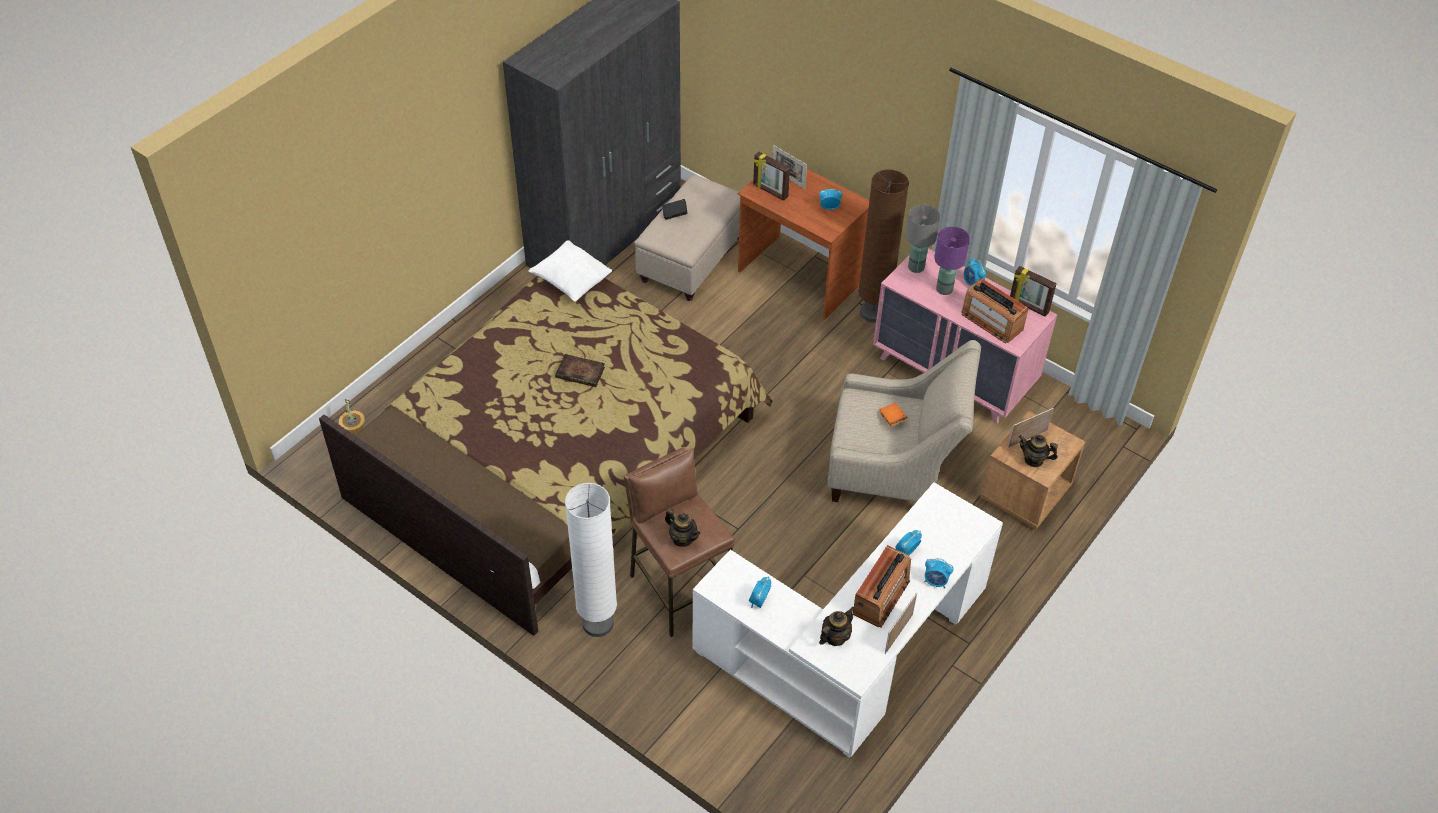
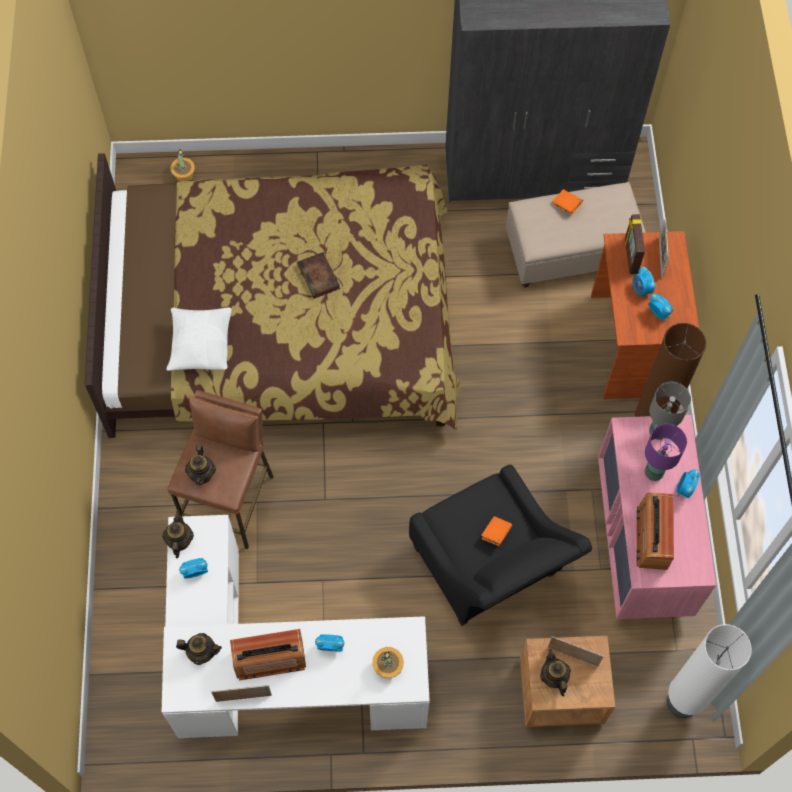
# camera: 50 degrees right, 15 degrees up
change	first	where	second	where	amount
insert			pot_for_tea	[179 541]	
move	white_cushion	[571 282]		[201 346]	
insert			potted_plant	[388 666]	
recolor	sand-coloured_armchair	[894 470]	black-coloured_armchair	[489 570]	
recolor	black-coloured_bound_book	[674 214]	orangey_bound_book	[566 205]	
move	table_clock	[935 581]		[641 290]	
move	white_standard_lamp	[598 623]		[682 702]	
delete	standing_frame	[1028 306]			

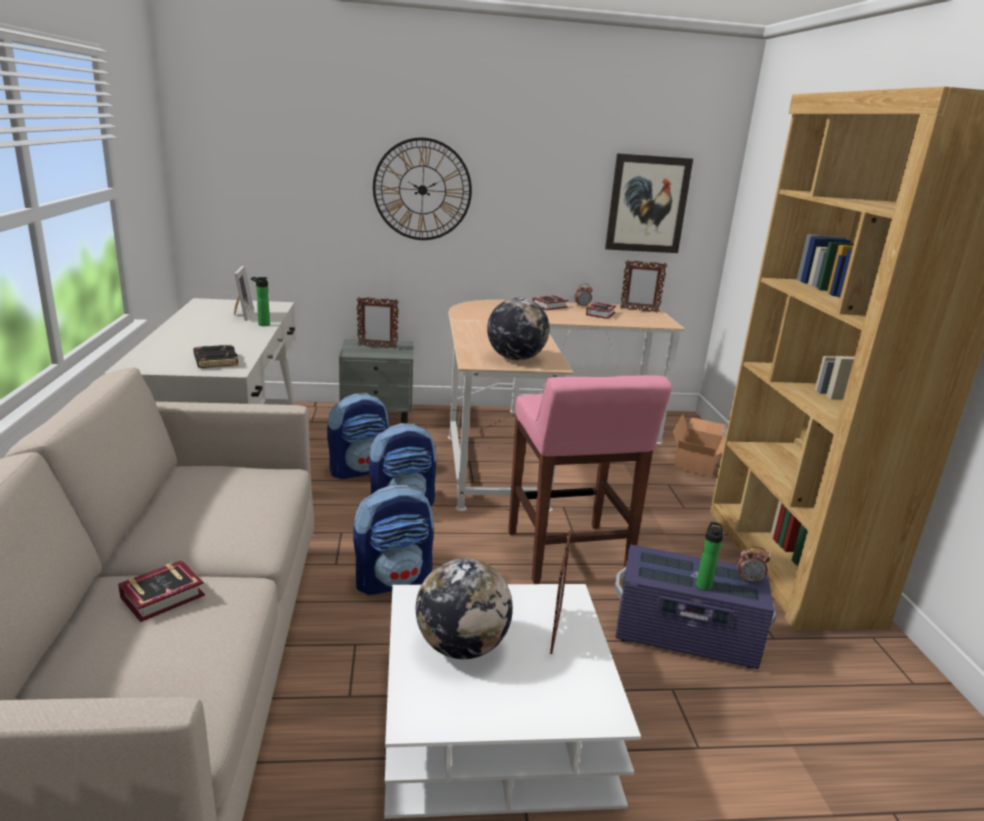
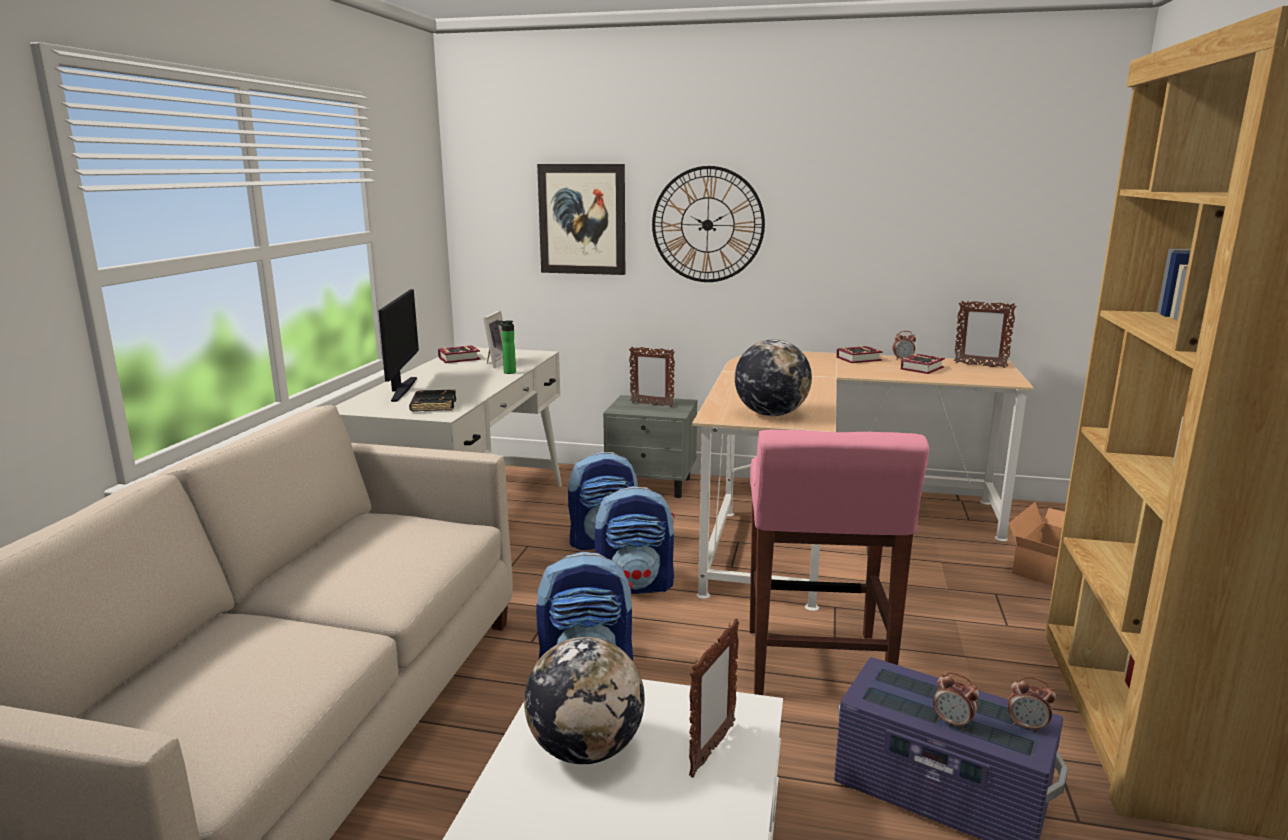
# camera: 20 degrees right, 5 degrees down
change	first	where	second	where	amount
insert			computer_display	[401 389]	
move	bound_book	[166 596]		[461 358]	
move	wall_picture	[647 204]		[582 219]	
replace	bottle	[703 584]	table_clock	[953 722]	

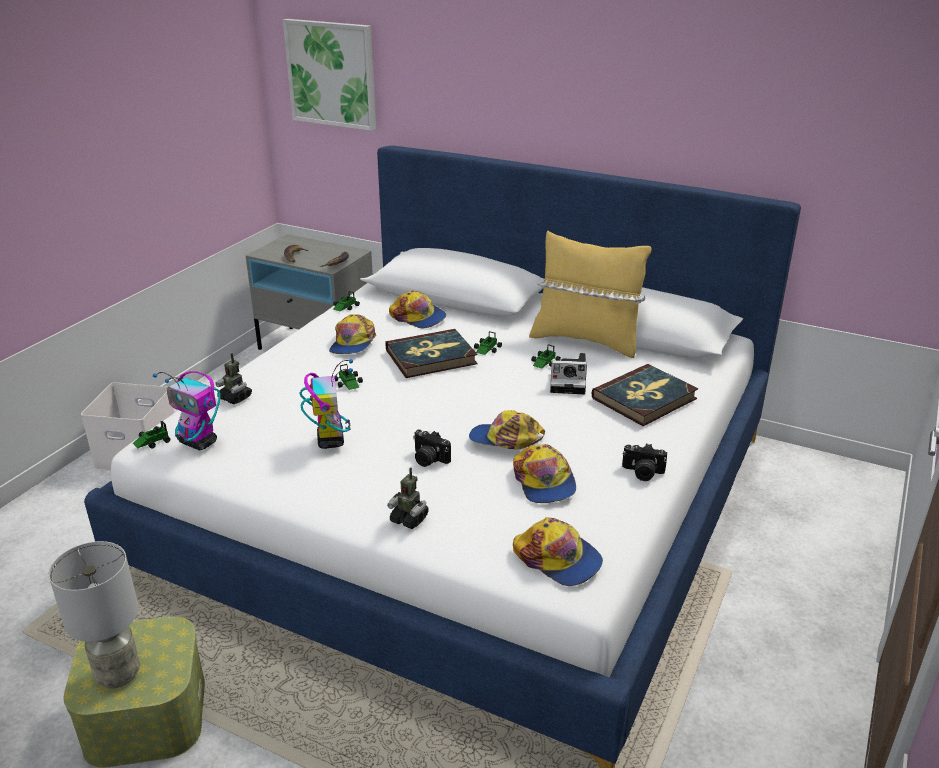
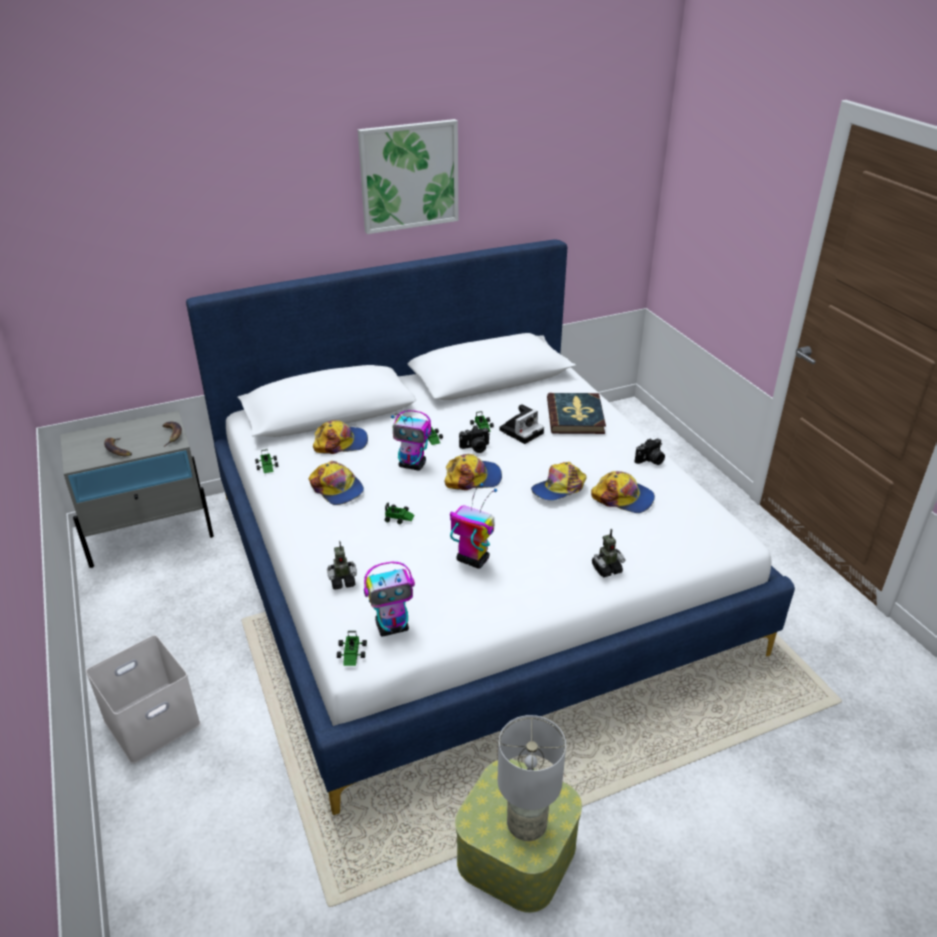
# camera: 50 degrees left, 5 degrees up
change	first	where	second	where	amount
move	wall_picture	[331 74]		[409 176]	
replace	bound_book	[431 357]	robot_figure	[413 465]	
move	baseball_cap	[558 559]		[473 478]	
move	still_camera	[428 459]		[475 448]	
delete	yellow_cushion	[586 340]			

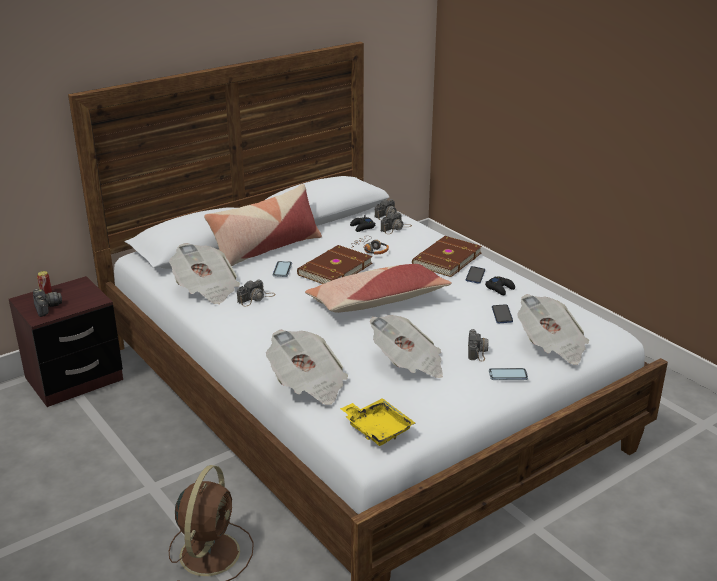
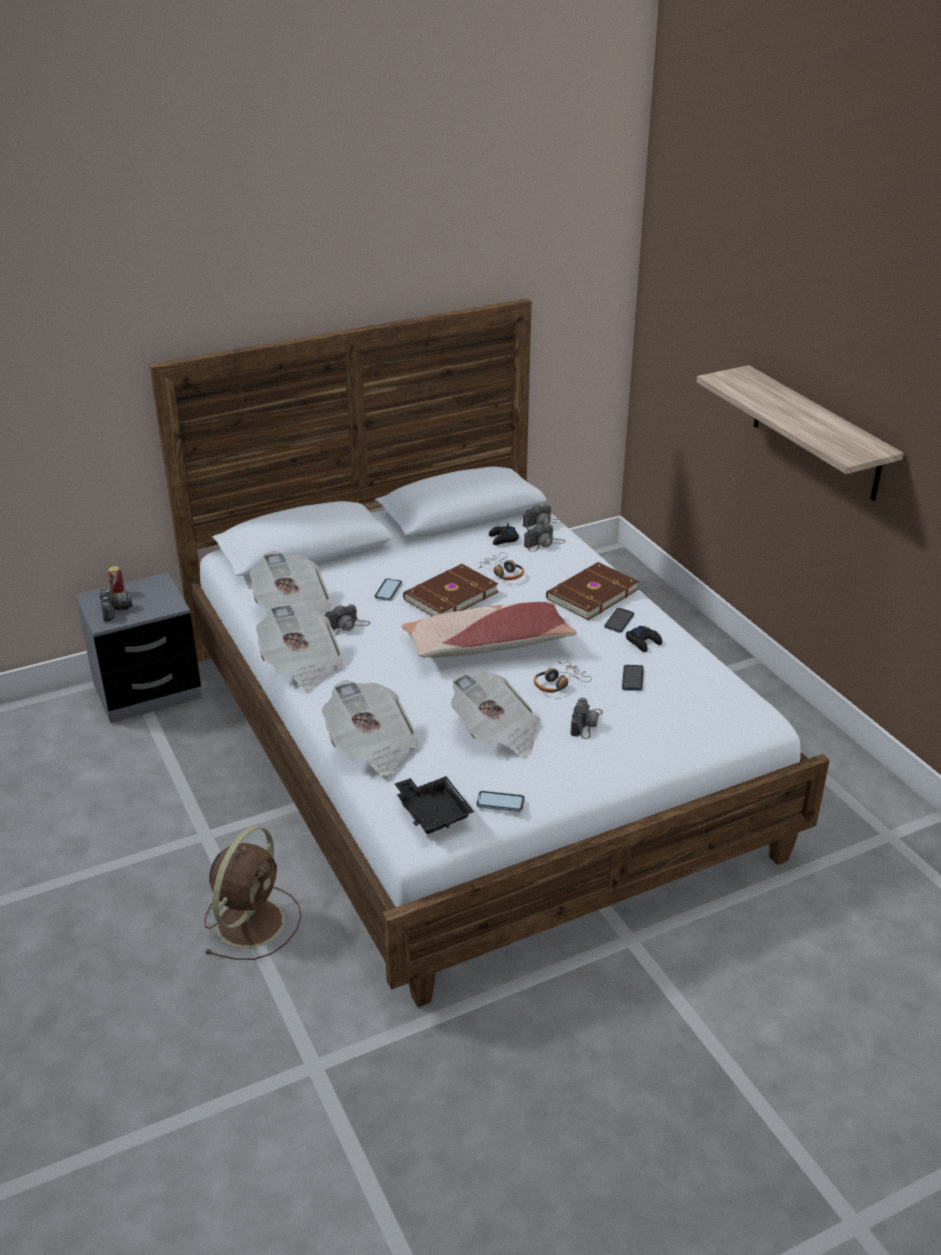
# camera: 10 degrees right, 5 degrees up
change	first	where	second	where	amount
recolor	brown-coloured_night_table	[74 379]	grey_night_table	[147 691]	
move	newspaper	[551 346]		[301 665]	
recolor	yellow_serving_tray	[377 429]	black-coloured_serving_tray	[433 812]	
move	telephone	[508 375]		[500 803]	
insert			pair_of_headphones	[559 683]	
insert			wall_shelf	[816 433]	
delete	cushion	[266 249]			

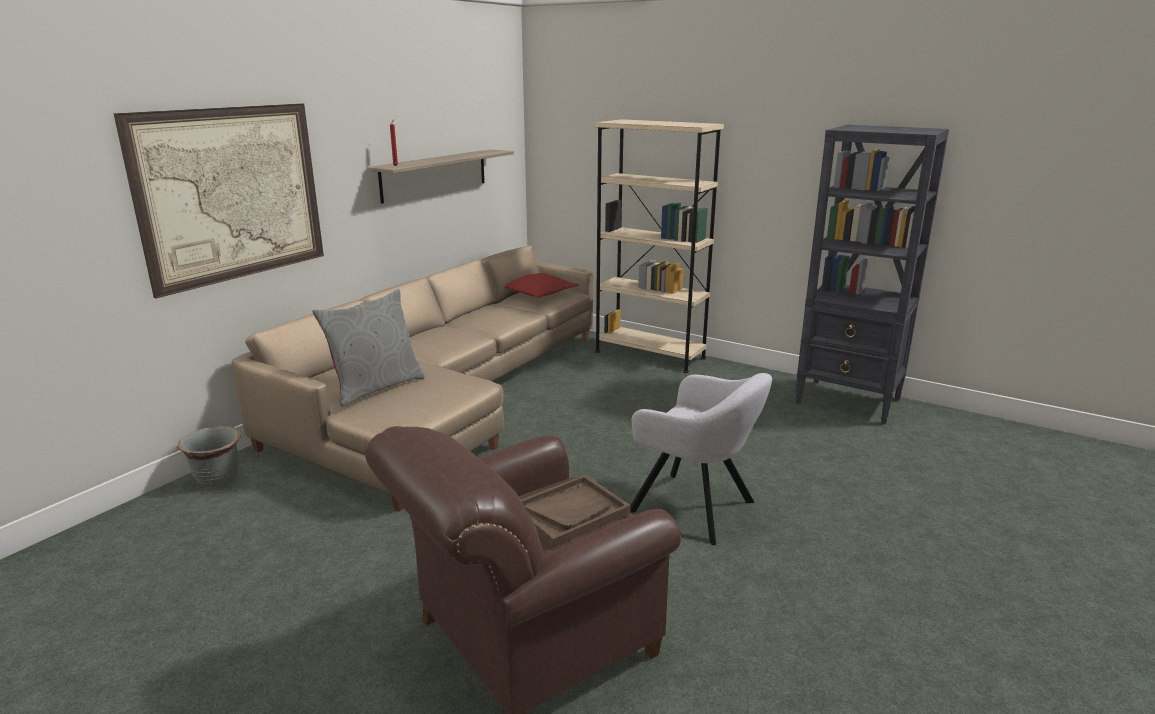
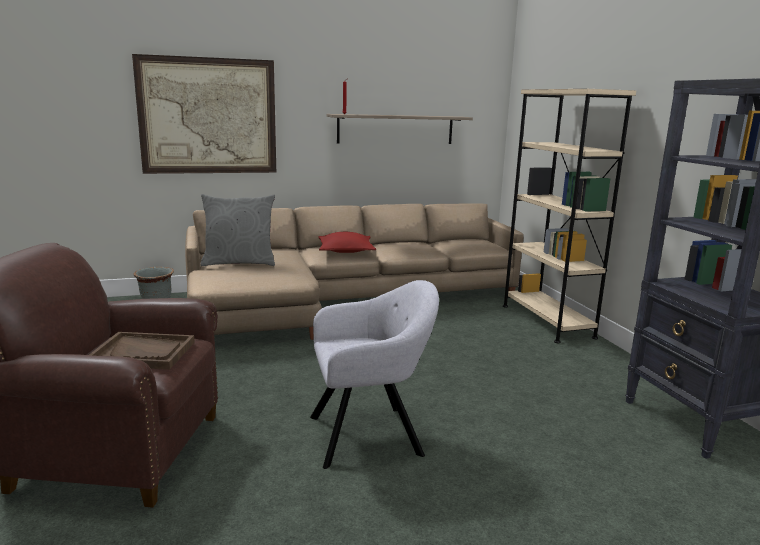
# camera: 40 degrees right, 5 degrees down
change	first	where	second	where	amount
rotate	grey_armchair	[696 508]		[370 434]	90 degrees counterclockwise
move	red-coloured_cushion	[539 294]		[346 251]	

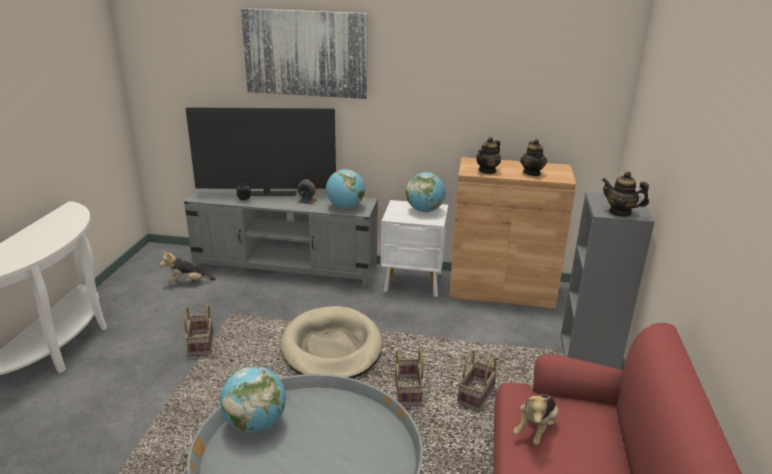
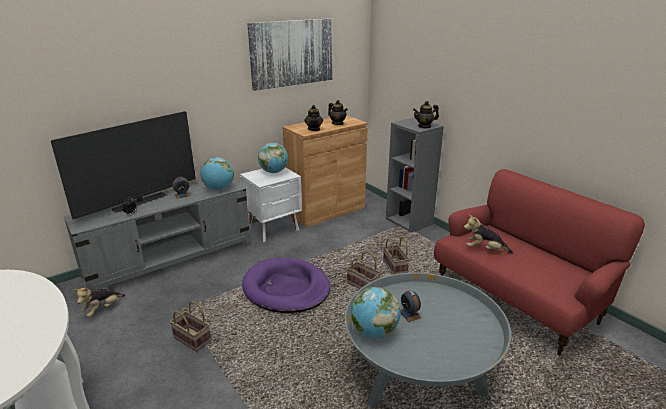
# camera: 45 degrees left, 0 degrees up
change	first	where	second	where	amount
recolor	sand-coloured_pet_bed	[332 348]	purplish_pet_bed	[286 288]	
move	wall_picture	[305 53]		[292 53]	
insert			table_clock	[409 314]	
rotate	plush_toy	[536 429]		[484 250]	120 degrees clockwise

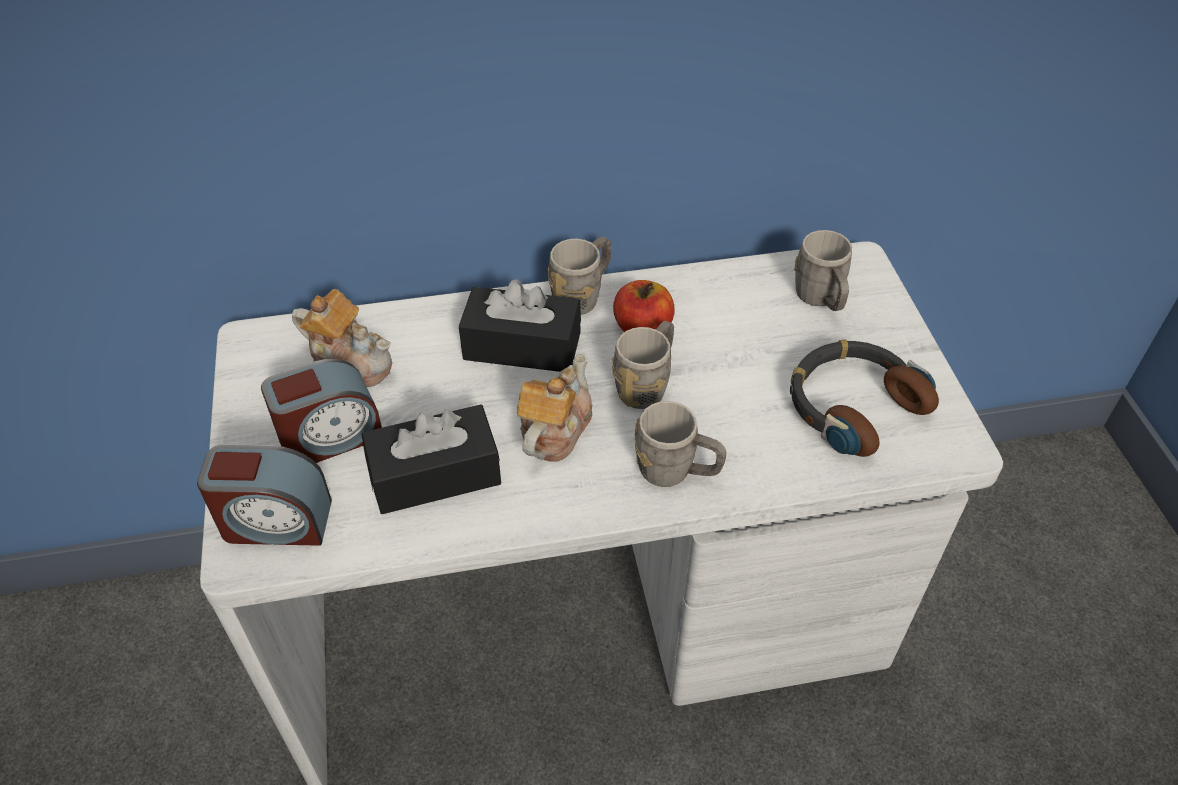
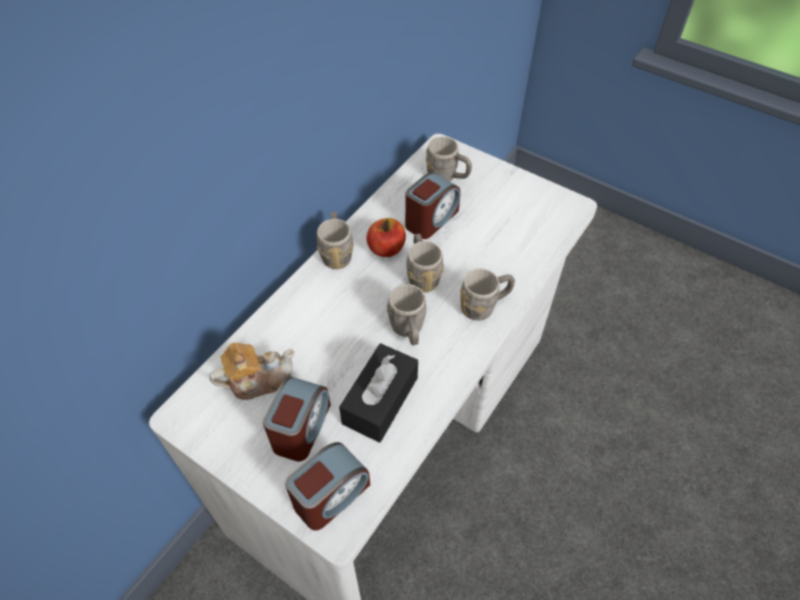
# camera: 45 degrees left, 5 degrees up
change	first	where	second	where	amount
replace	pot_for_tea	[554 430]	grey_coffee_mug	[408 331]	
insert			table_clock	[431 219]	
delete	black-coloured_tissue_holder	[522 346]			
delete	pair_of_headphones	[852 405]			

